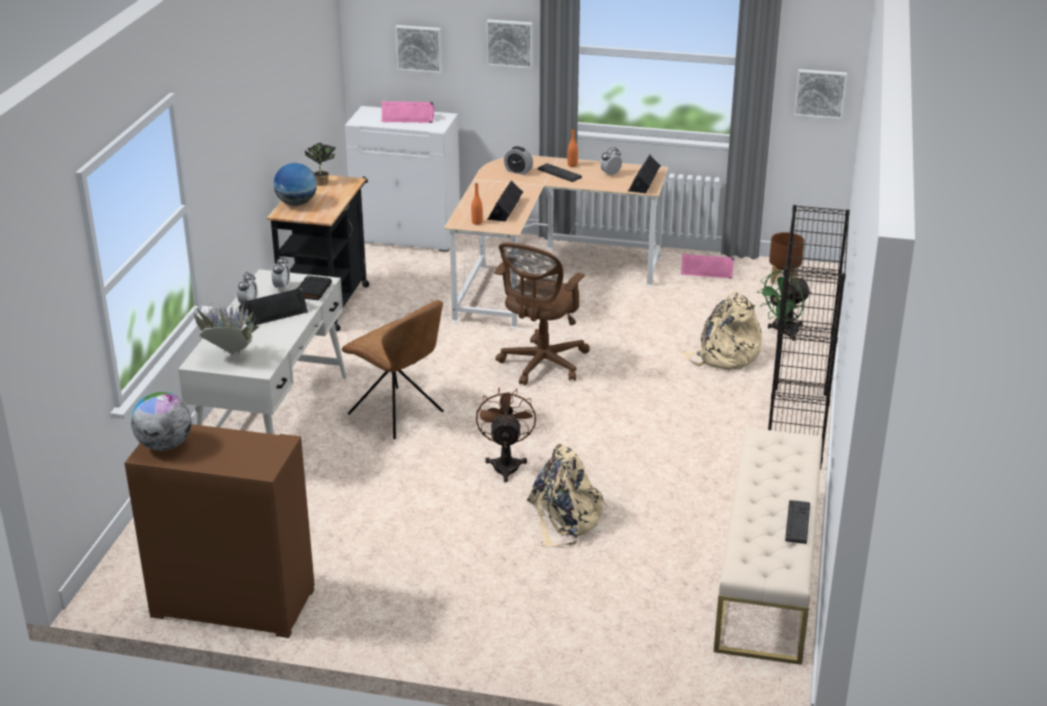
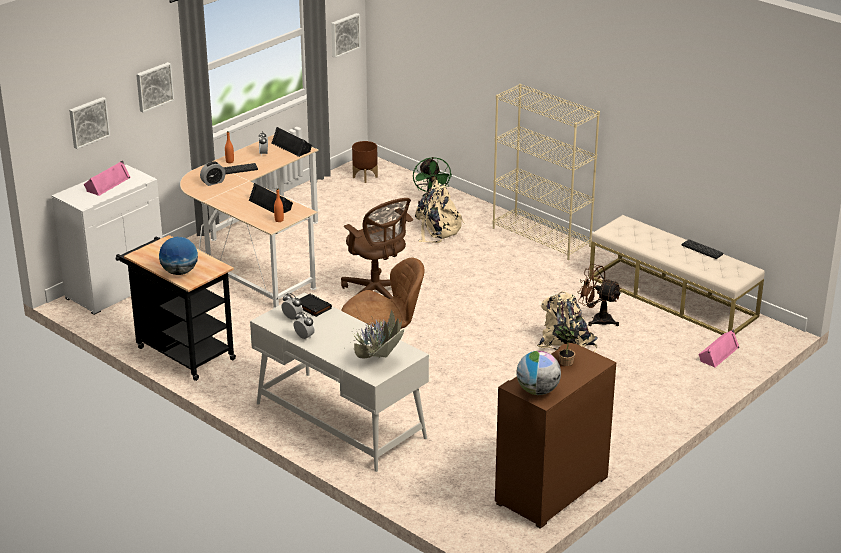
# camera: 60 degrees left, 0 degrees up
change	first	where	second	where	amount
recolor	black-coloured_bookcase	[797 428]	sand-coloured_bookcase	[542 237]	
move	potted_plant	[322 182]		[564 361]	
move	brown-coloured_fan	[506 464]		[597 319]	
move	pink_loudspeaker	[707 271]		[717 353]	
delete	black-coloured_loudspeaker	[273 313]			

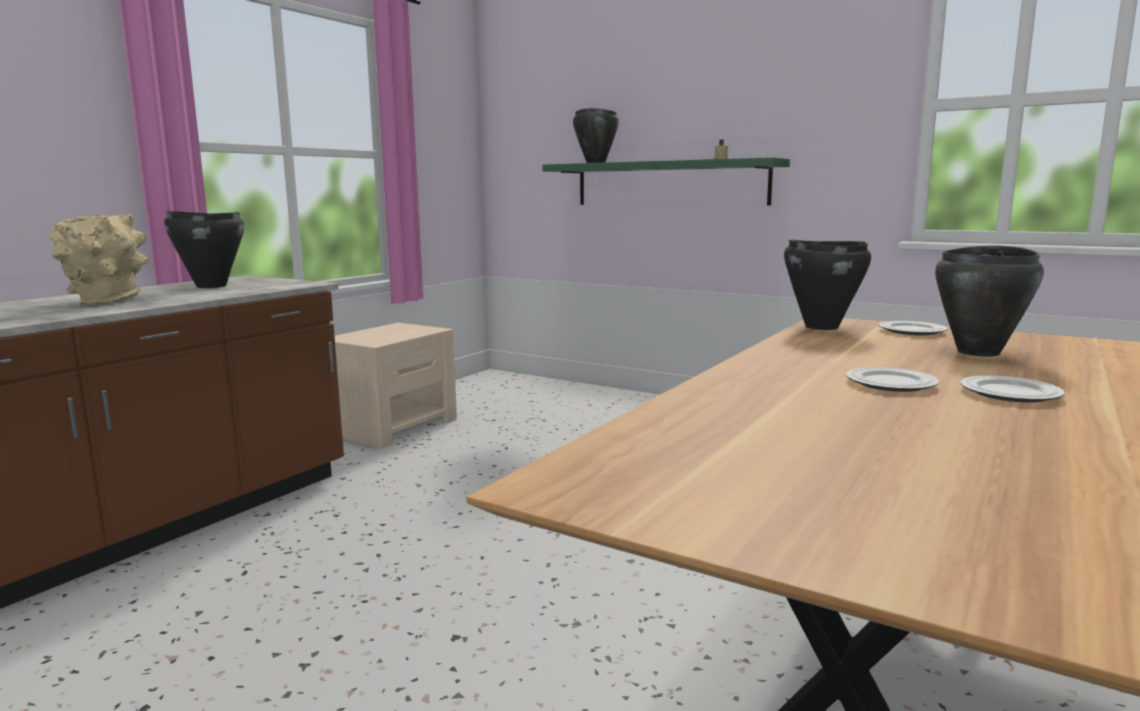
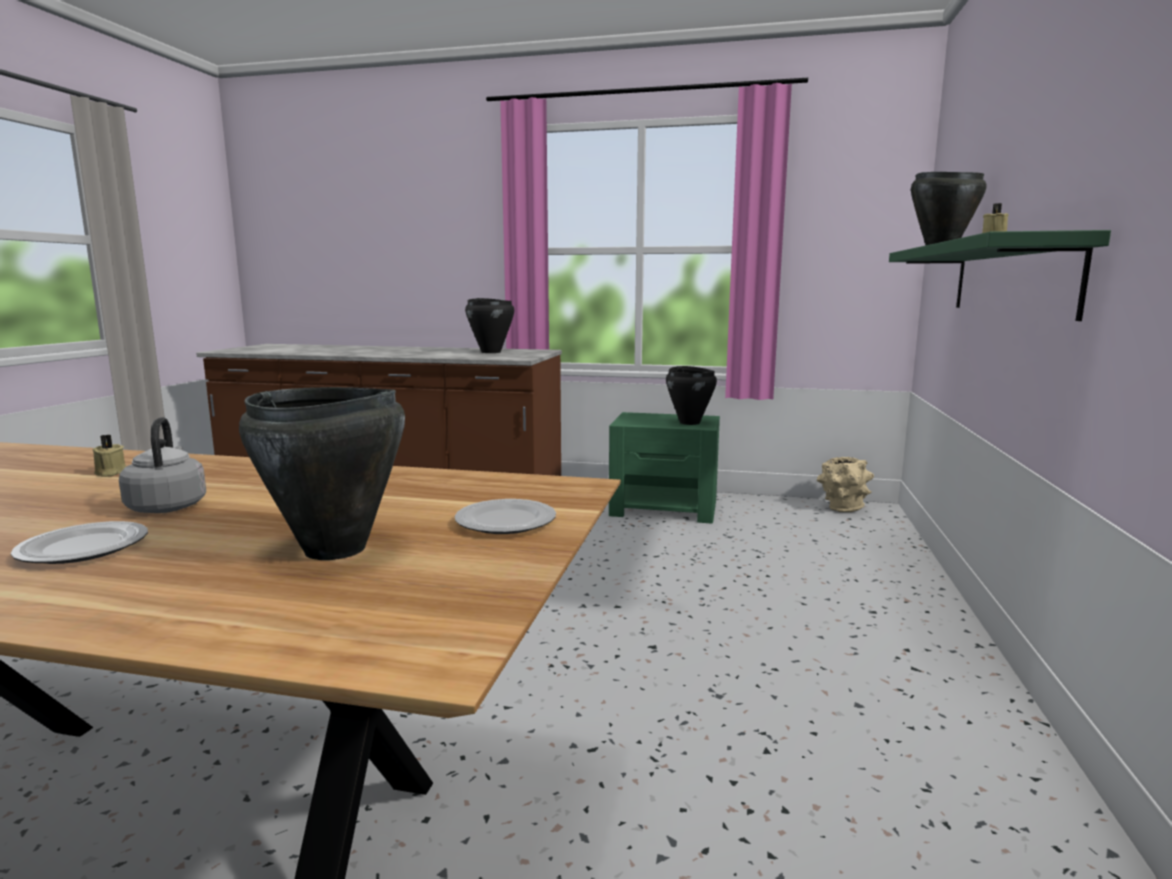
# camera: 70 degrees right, 0 degrees up
change	first	where	second	where	amount
insert			sand-coloured_candle	[110 473]	
replace	dinner_plate	[890 384]	grey_kettle	[168 506]	
recolor	sand-coloured_night_table	[393 426]	greenish_night_table	[665 508]	
move	black-coloured_stockpot	[821 327]		[689 422]	
move	sand-coloured_vase	[107 302]		[842 510]	

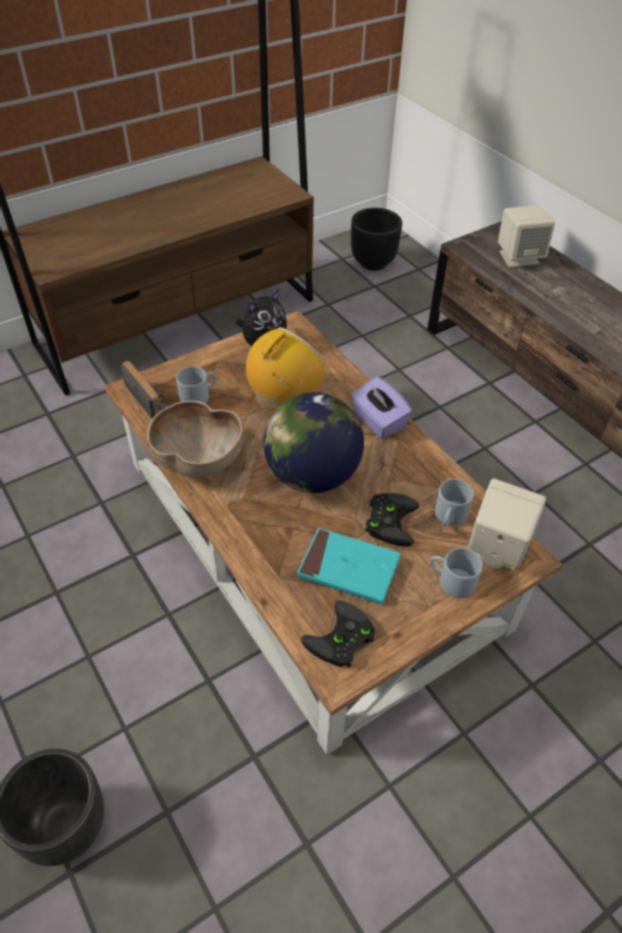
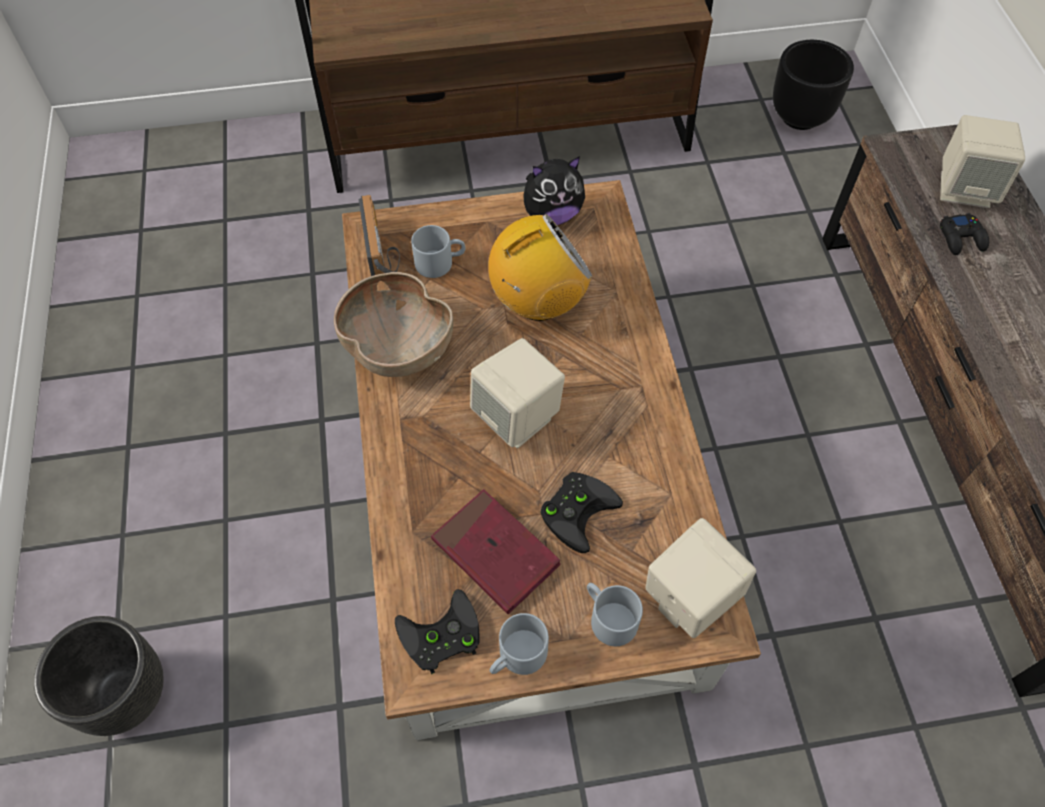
# camera: 25 degrees right, 10 degrees up
change	first	where	second	where	amount
recolor	turquoise_bound_book	[348 568]	red-coloured_bound_book	[495 553]	
replace	world_globe	[313 475]	sand-coloured_loudspeaker	[517 417]	
move	grey_coffee_mug	[450 517]		[517 657]	
insert			black-coloured_game_controller	[961 238]	
delete	purplish_tissue_holder	[378 421]			

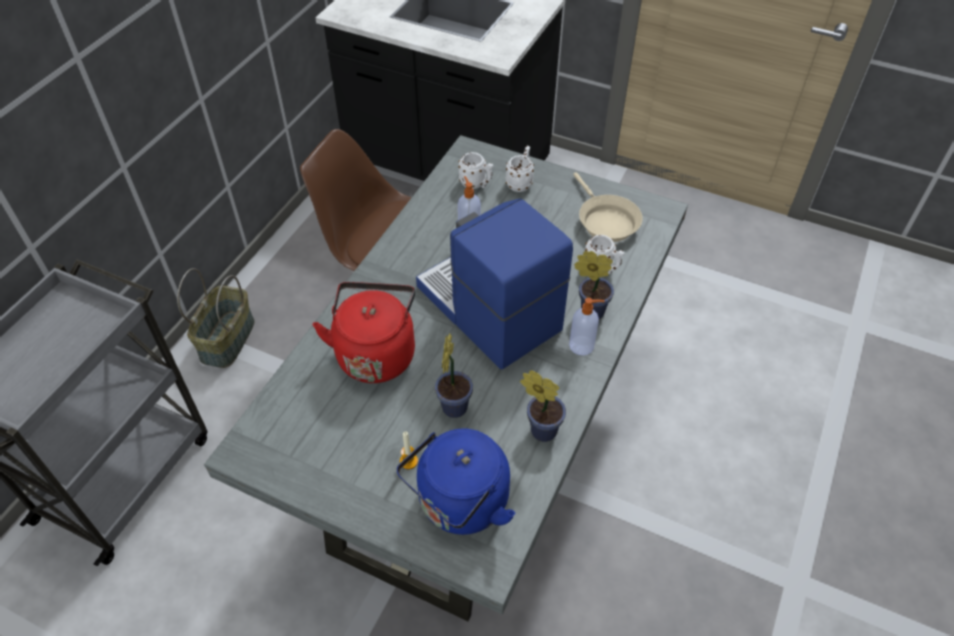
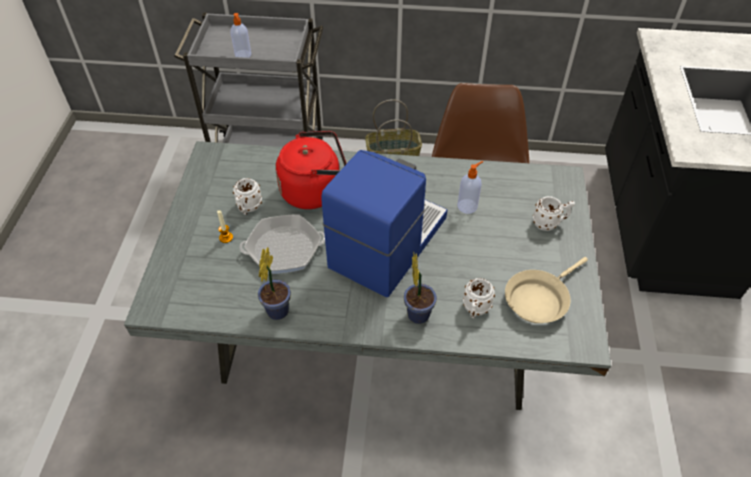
# camera: 70 degrees right, 0 degrees up
change	first	where	second	where	amount
move	liquid_soap_bottle	[582 345]		[243 55]	
move	white_coffee_mug	[476 184]		[248 208]	
replace	potted_plant	[455 404]	skillet	[284 249]	
delete	blue_kettle	[460 505]			

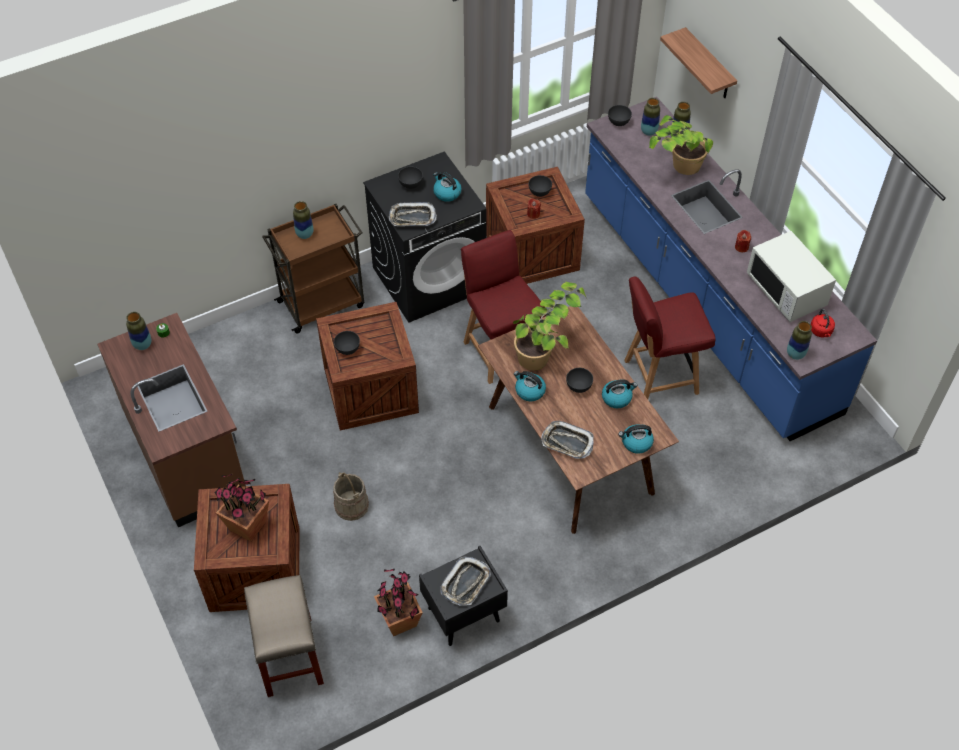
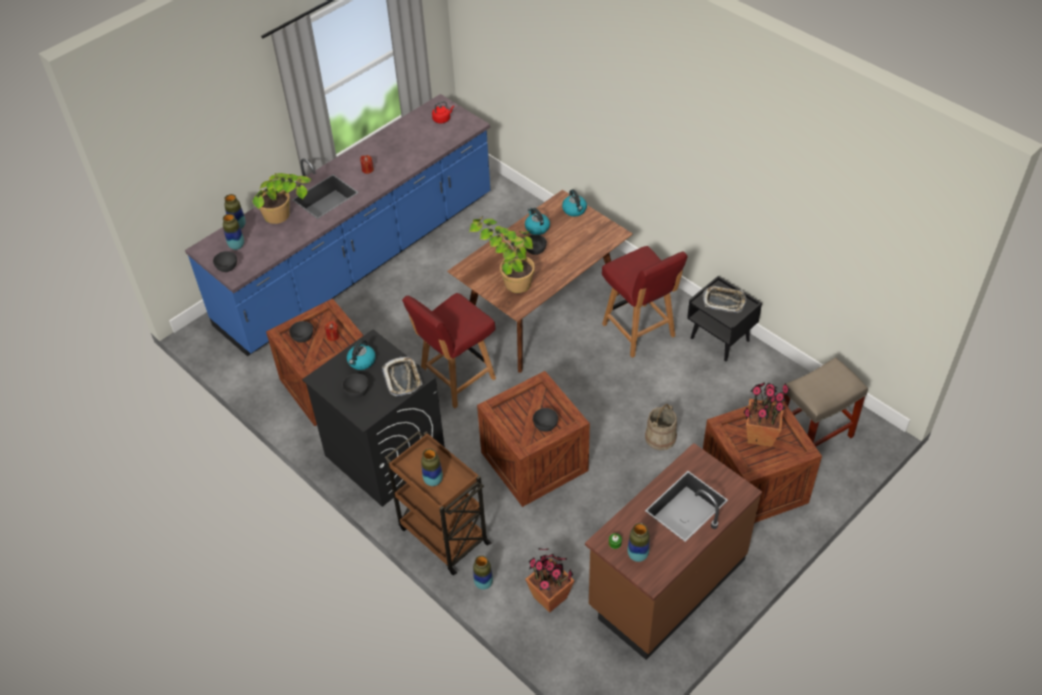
# camera: 105 degrees left, 5 degrees down
change	first	where	second	where	amount
move	vase	[795 354]		[483 583]	
move	potted_plant	[399 621]		[550 597]	
move	red-coloured_plain_chair	[659 377]		[639 331]	
delete	kettle	[529 391]			
delete	serving_tray	[567 442]			
delete	wall_shelf	[708 65]			
delete	white_microwave_oven	[786 291]			

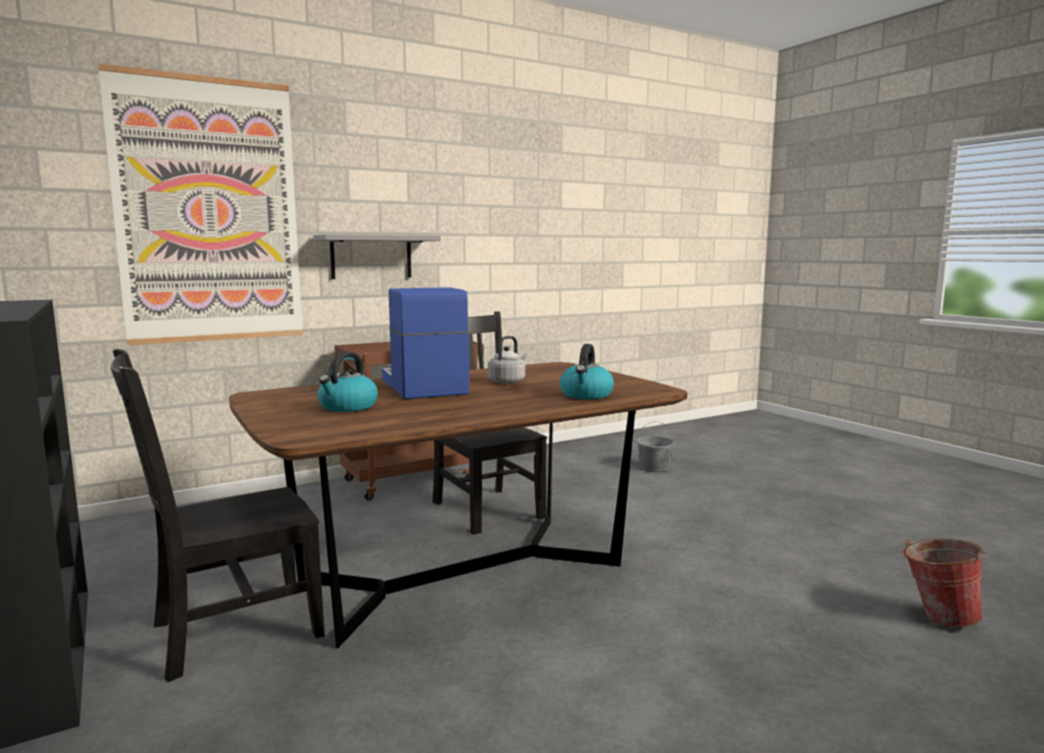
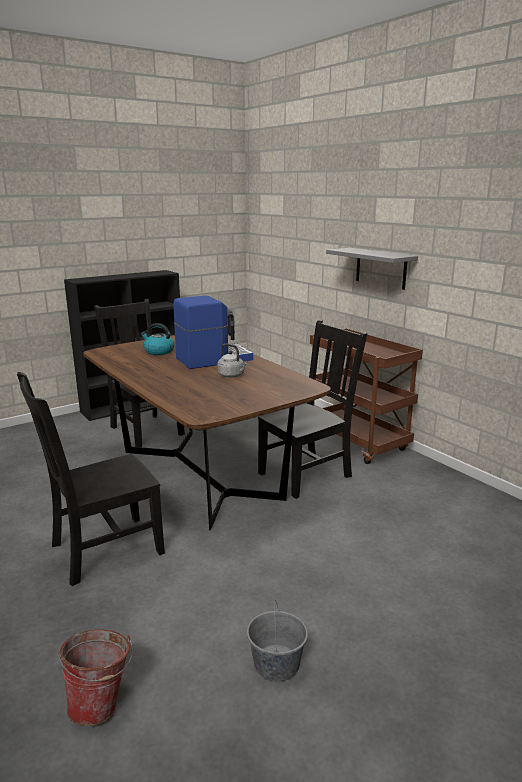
# camera: 85 degrees right, 10 degrees up
change	first	where	second	where	amount
insert			black-coloured_plain_chair	[103 550]	
move	grey_water_bucket	[654 467]		[276 664]	
delete	wall_picture	[209 212]			
delete	kettle	[586 395]			

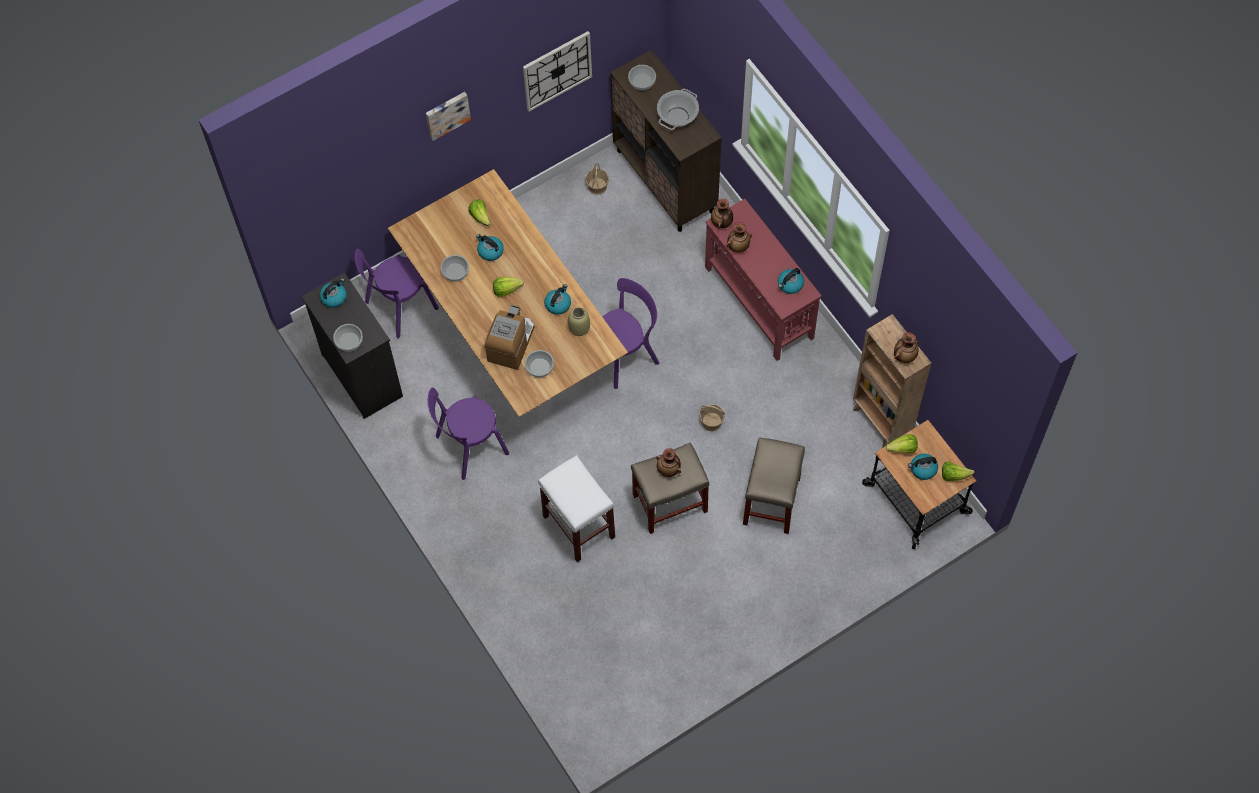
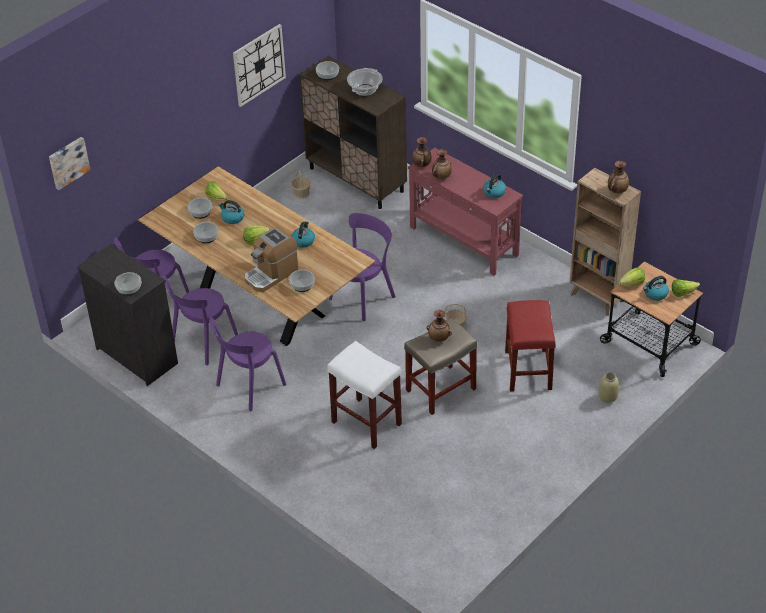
# camera: 15 degrees left, 20 degrees down
change	first	where	second	where	amount
move	wall_picture	[447 114]		[68 162]	
insert			purplish_plain_chair	[203 342]	
insert			deep_dish	[200 212]	
rotate	coffee_machine	[511 343]		[271 274]	135 degrees counterclockwise
recolor	sand-coloured_stool_seat	[771 500]	red-coloured_stool_seat	[527 369]	
move	sand-coloured_vase	[579 328]		[607 397]	
delete	kettle	[334 297]			

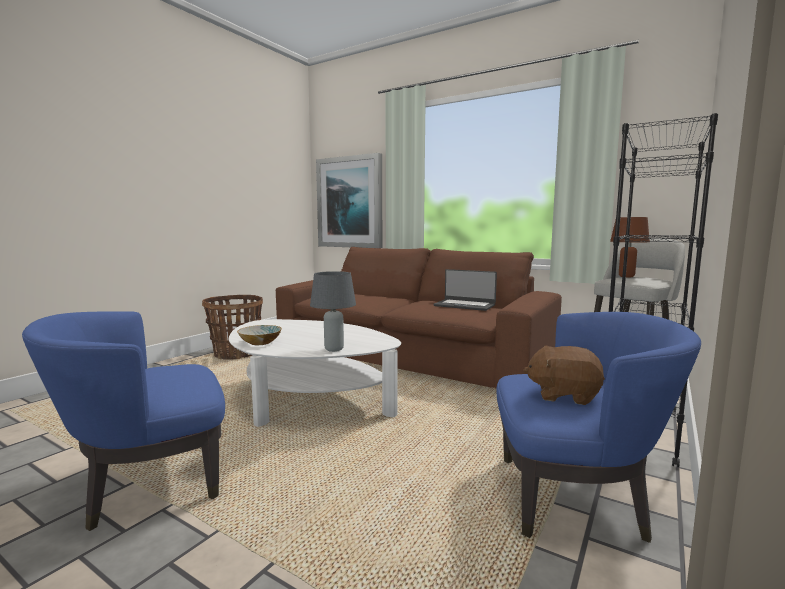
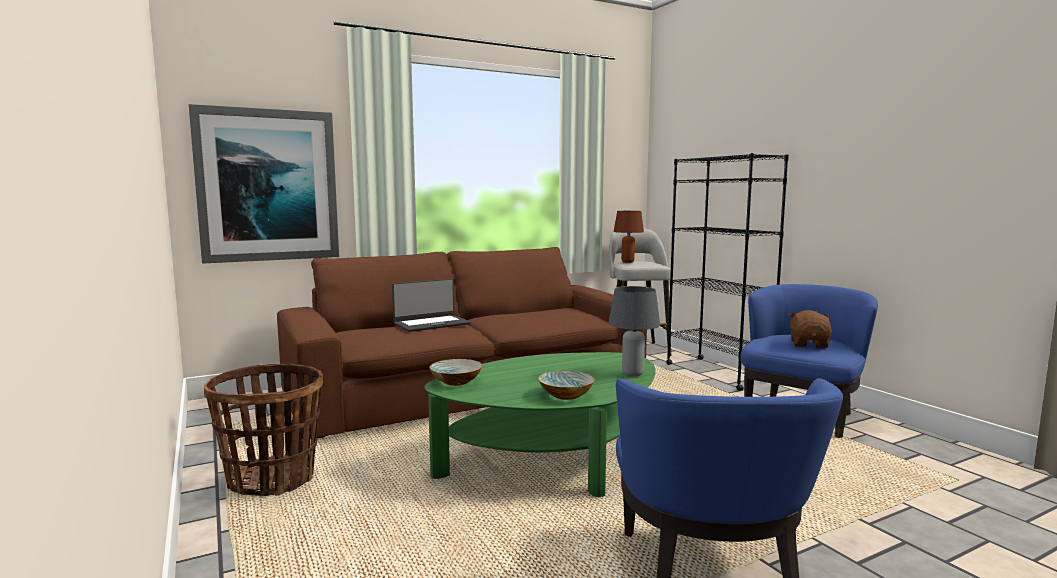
# camera: 60 degrees left, 0 degrees up
change	first	where	second	where	amount
move	laptop	[464 305]		[431 324]	
recolor	white_low_table	[308 401]	greenish_low_table	[552 460]	
insert			deep_dish	[456 381]	
rotate	brown-coloured_plush_toy	[563 395]		[809 344]	150 degrees clockwise

